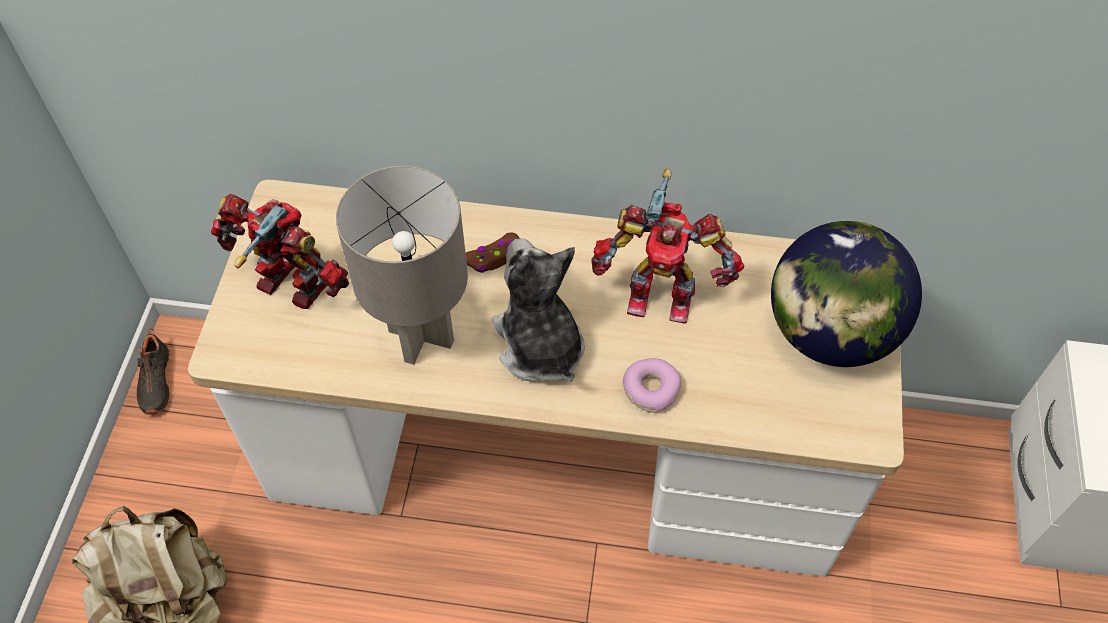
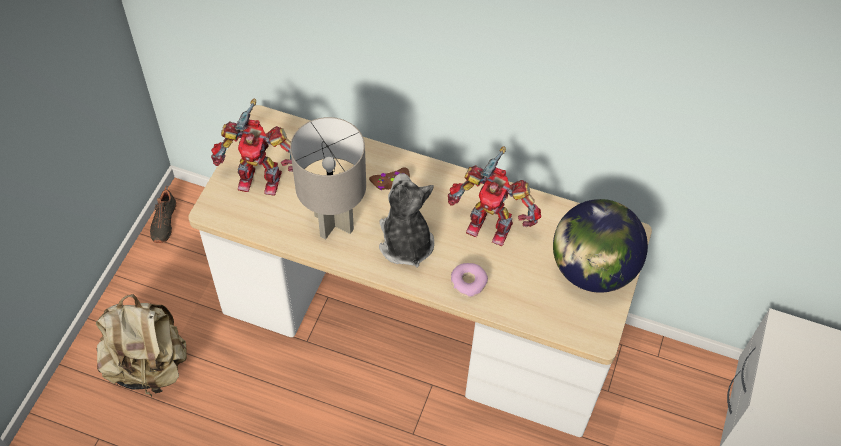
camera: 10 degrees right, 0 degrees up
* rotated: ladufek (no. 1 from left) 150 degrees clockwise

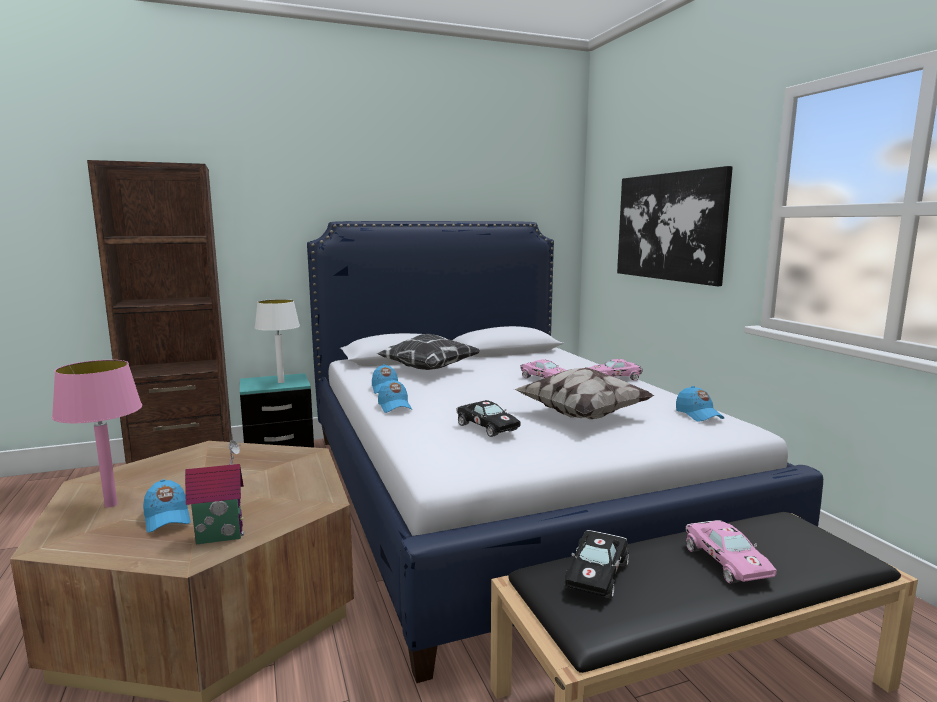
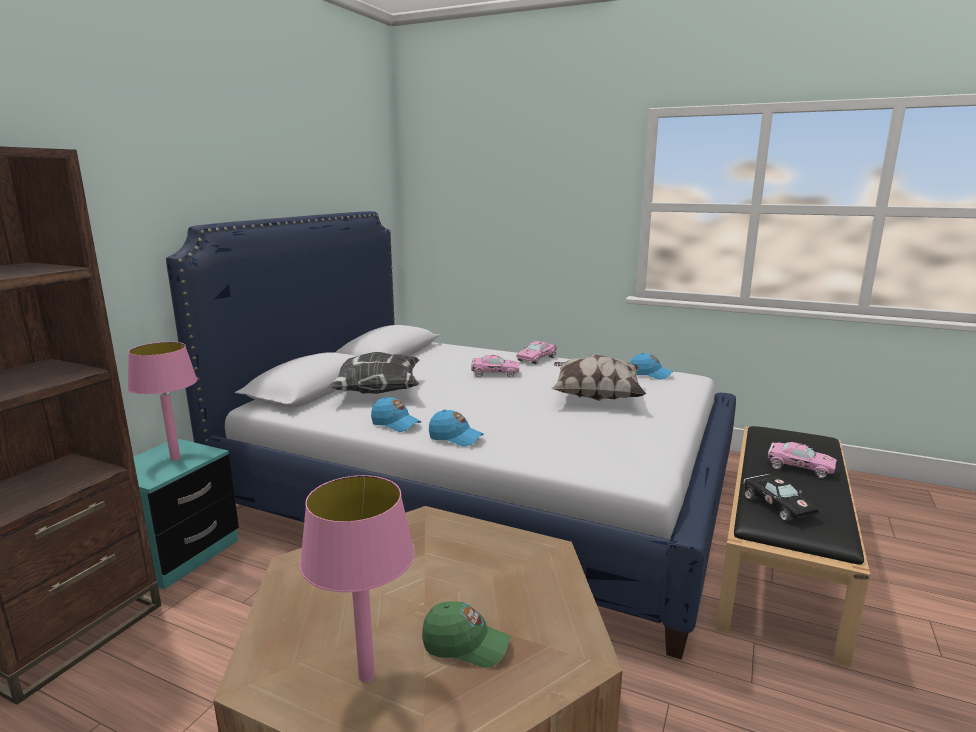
camera: 45 degrees left, 5 degrees up
* gone: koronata
* repainted: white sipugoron to pink sipugoron (no. 1 from left)
* gone: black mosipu (no. 1 from left)
* gone: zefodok
* repainted: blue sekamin (no. 1 from left) to green sekamin

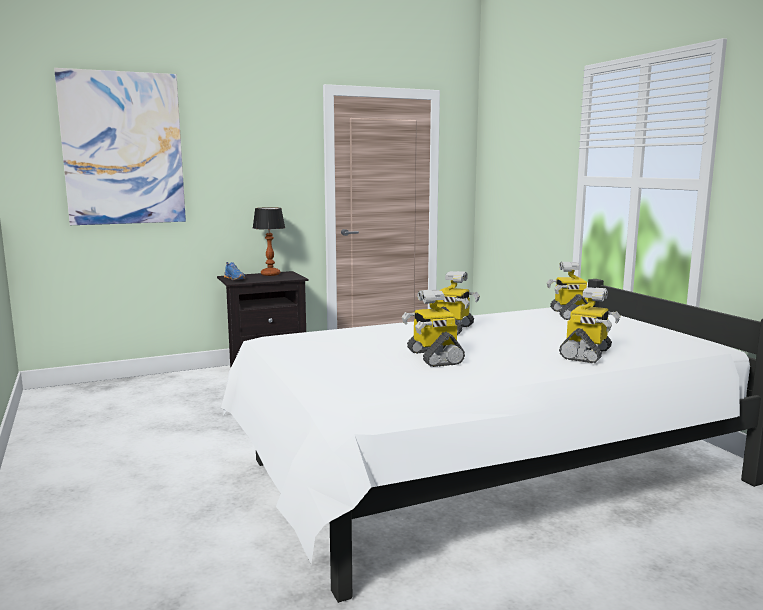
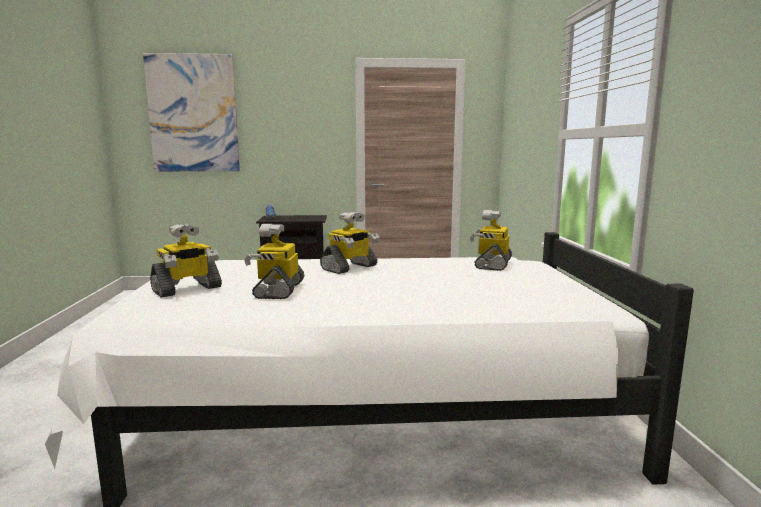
camera: 20 degrees right, 0 degrees up
* gone: sipugoron
* shifted: ladufek (no. 4 from left in the first image) to ladufek (no. 1 from left)

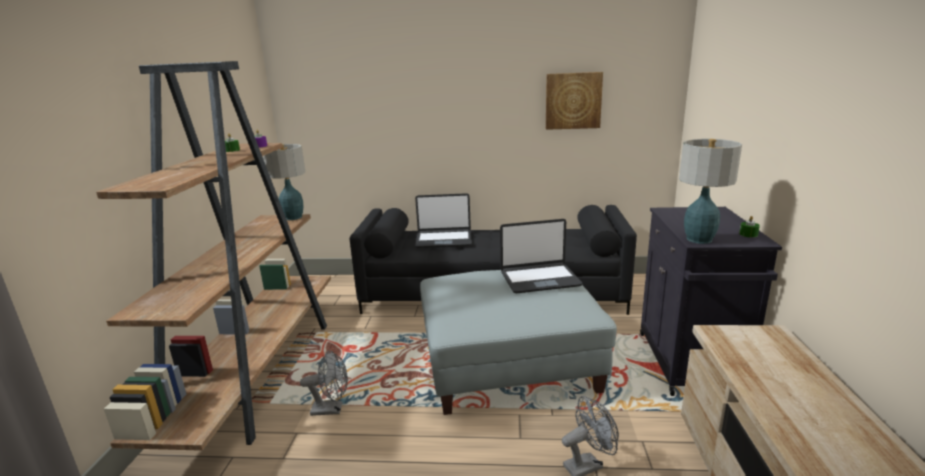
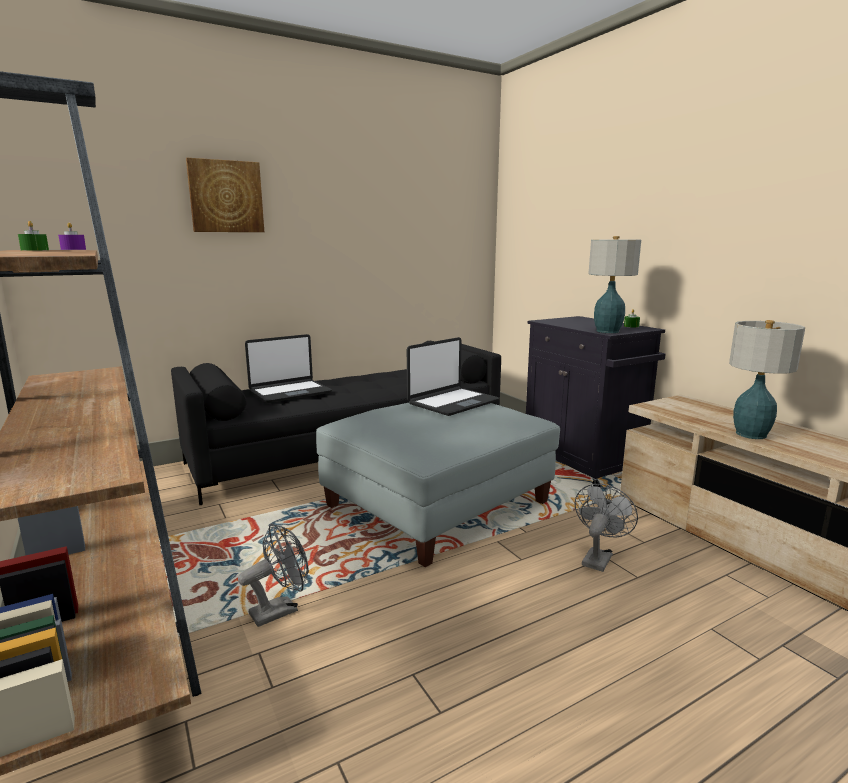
camera: 35 degrees left, 5 degrees down
* shifted: koronata
* shifted: sipugoron (no. 1 from left in the first image) to sipugoron (no. 2 from left)

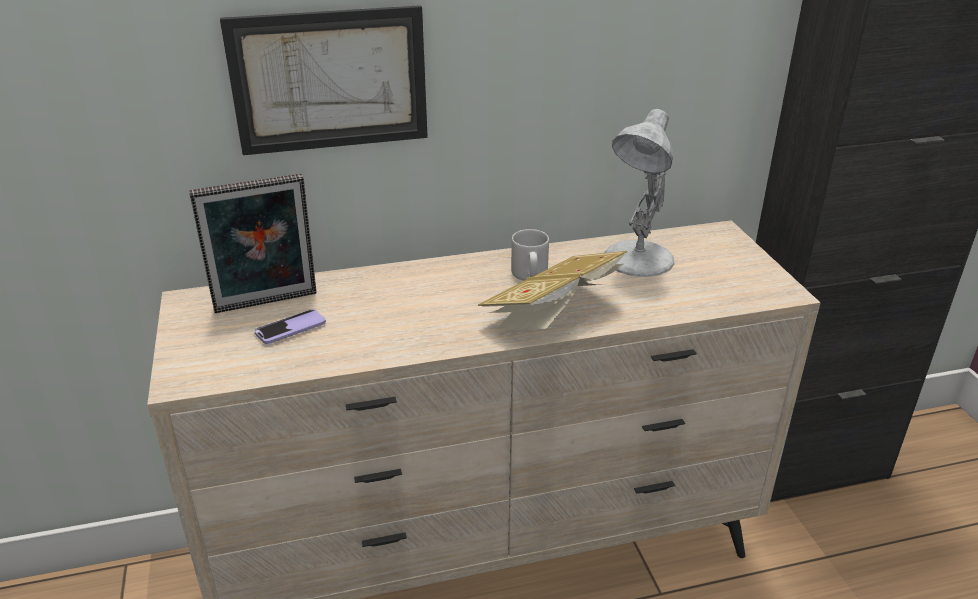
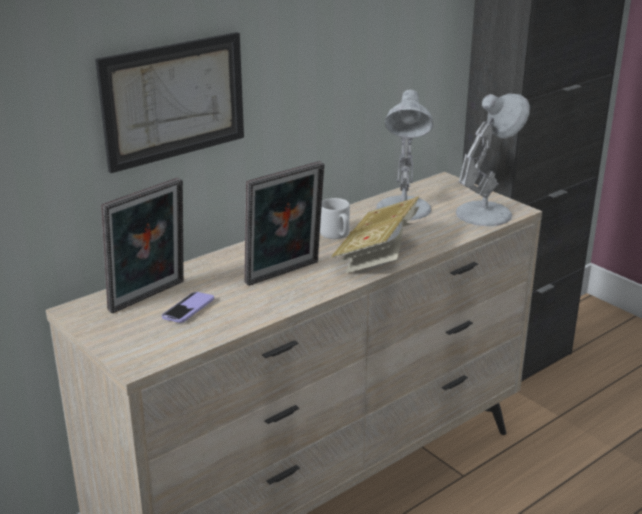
camera: 25 degrees left, 5 degrees down
* new: white sipugoron (no. 2 from left)
* new: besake (no. 2 from left)

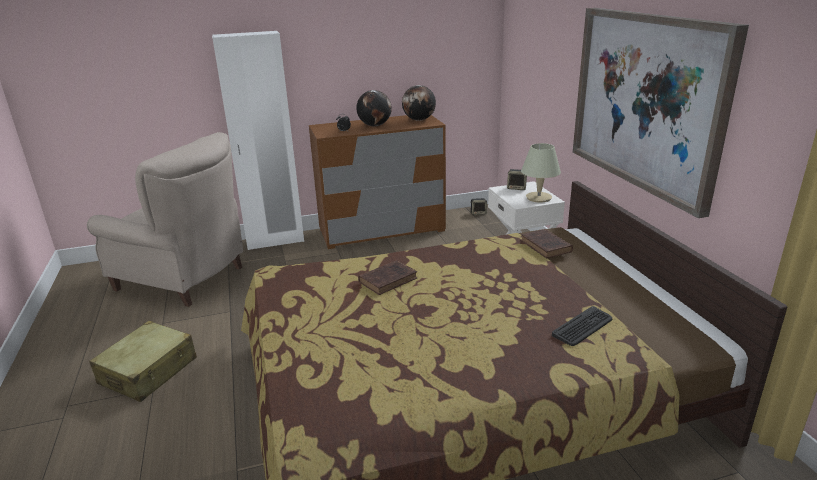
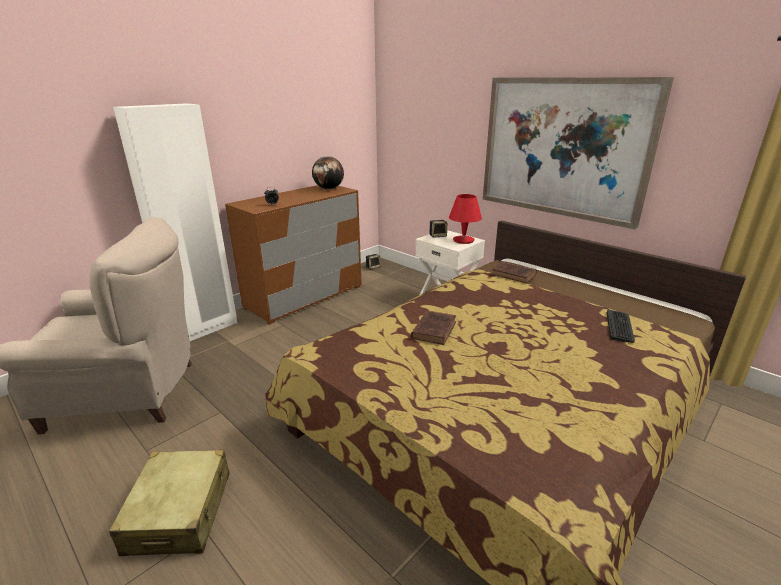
camera: 30 degrees left, 0 degrees up
* gone: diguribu (no. 1 from left)
* repainted: beige sipugoron to red sipugoron

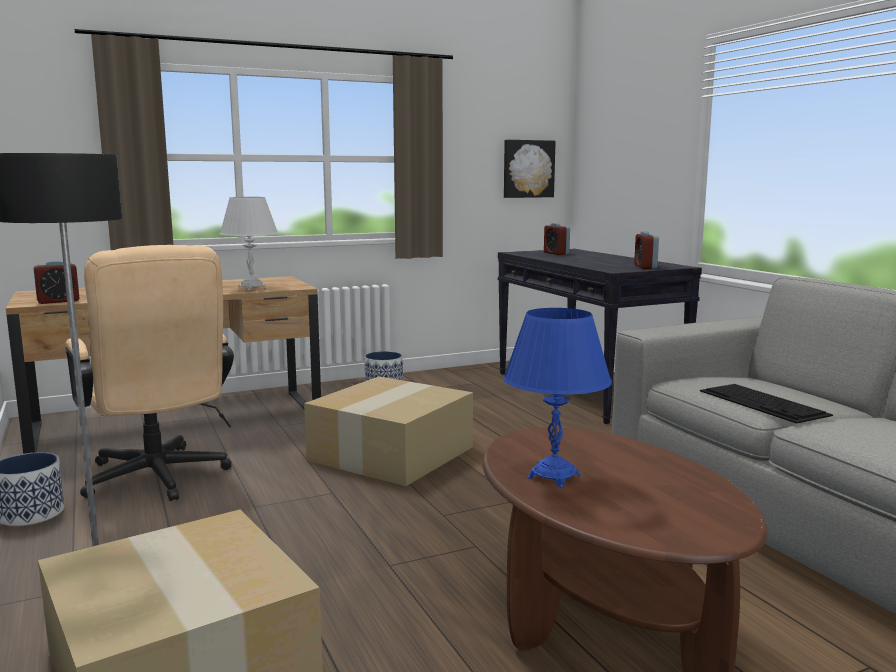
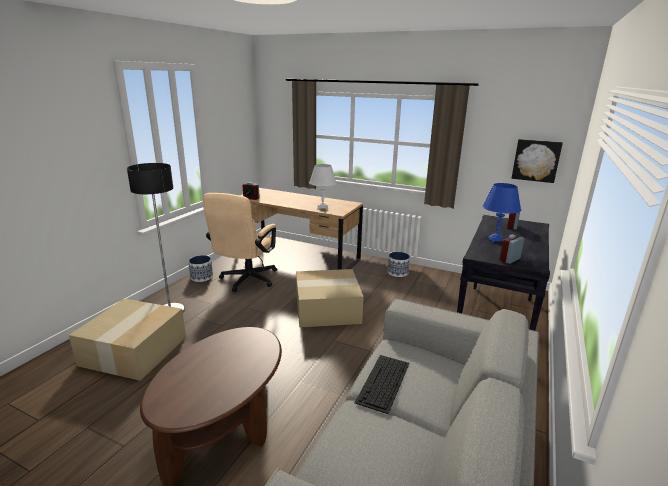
camera: 50 degrees right, 10 degrees up
* shifted: blue sipugoron

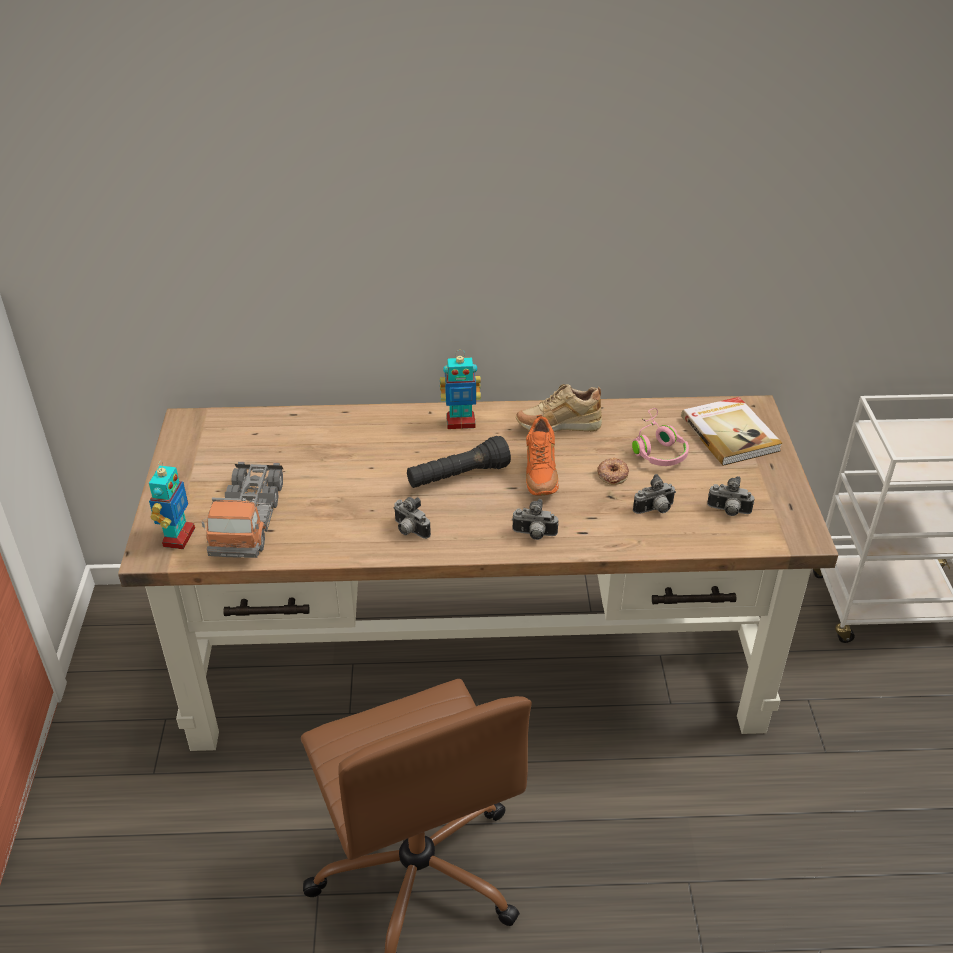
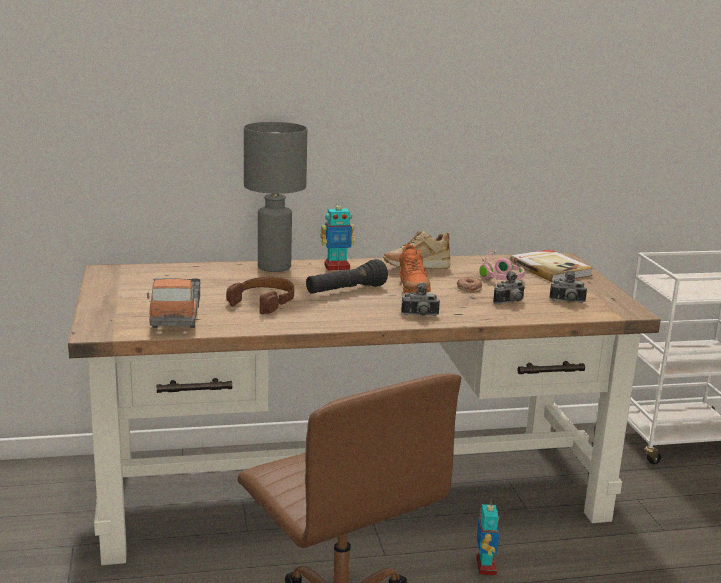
camera: 10 degrees left, 20 degrees down
* shifted: ladufek (no. 1 from left in the first image) to ladufek (no. 2 from left)
* gone: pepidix (no. 1 from left)
* new: grey sipugoron
* new: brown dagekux

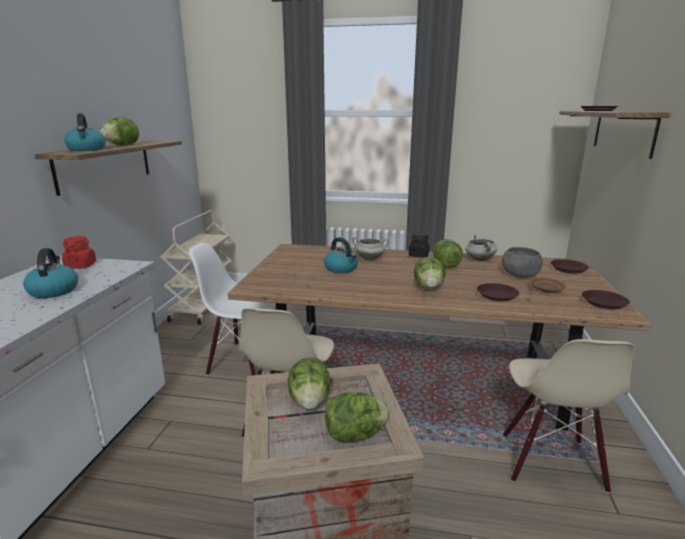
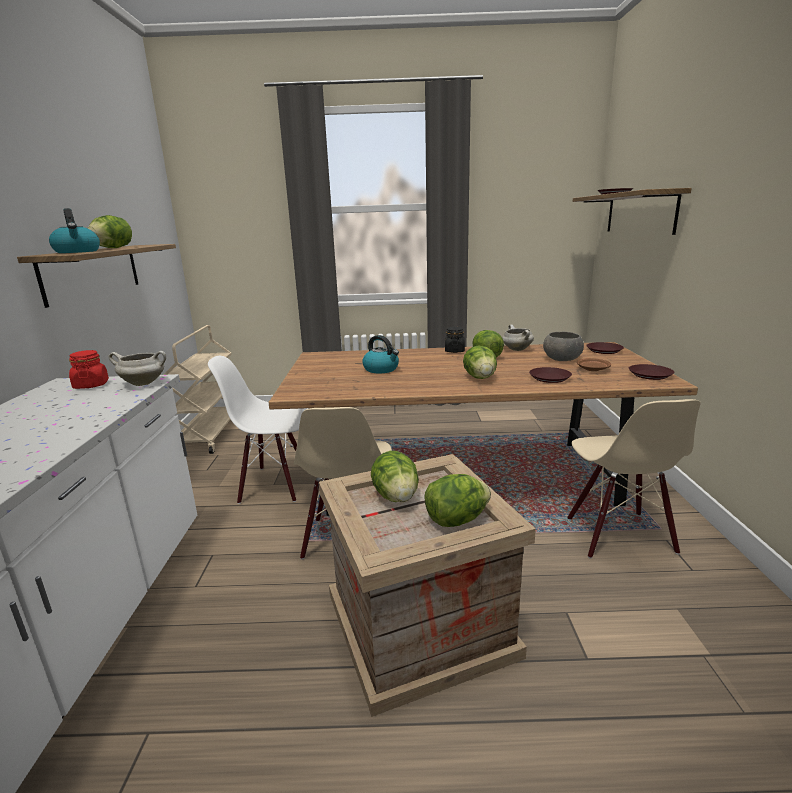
camera: 10 degrees left, 0 degrees up
* shifted: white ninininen (no. 1 from left)
* gone: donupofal (no. 1 from left)

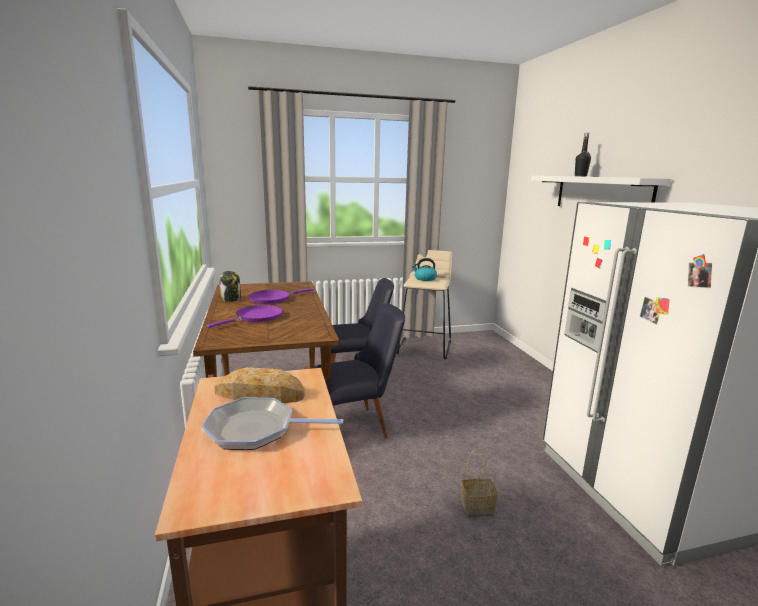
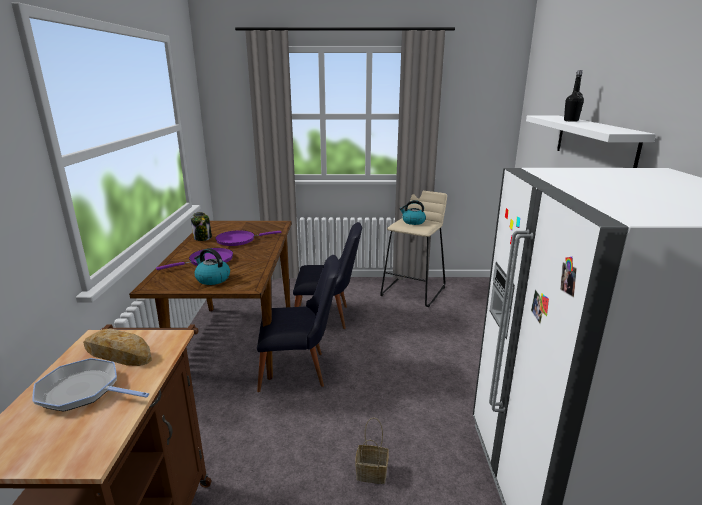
camera: 15 degrees right, 5 degrees up
* new: donupofal (no. 1 from left)

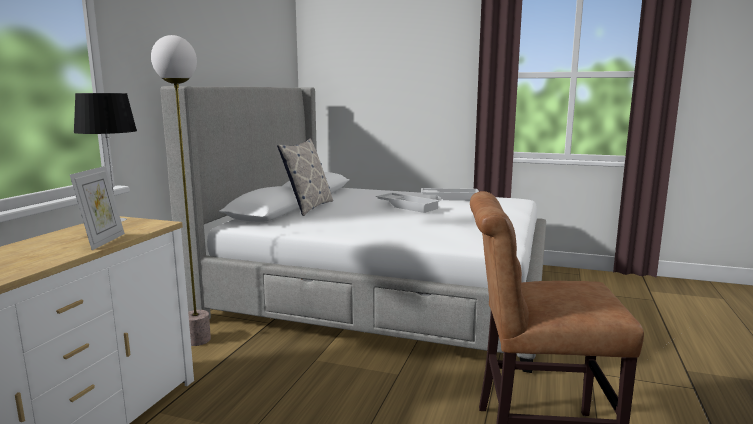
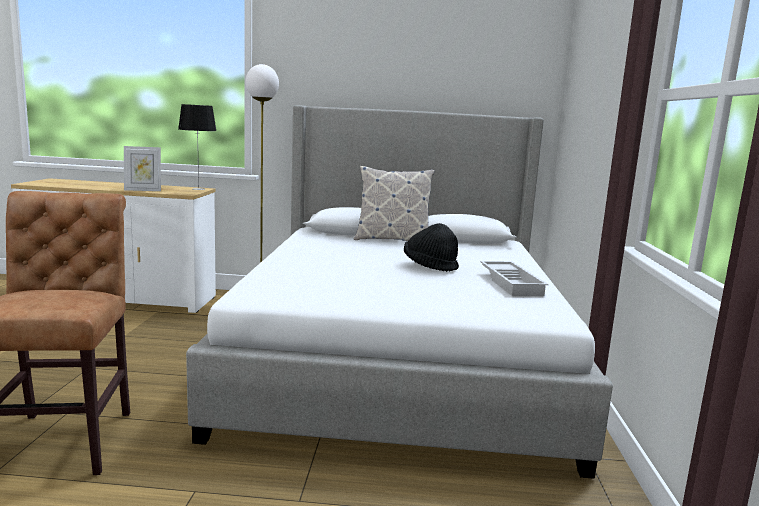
camera: 75 degrees right, 0 degrees up
* swapped: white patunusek (no. 1 from left) to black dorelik

